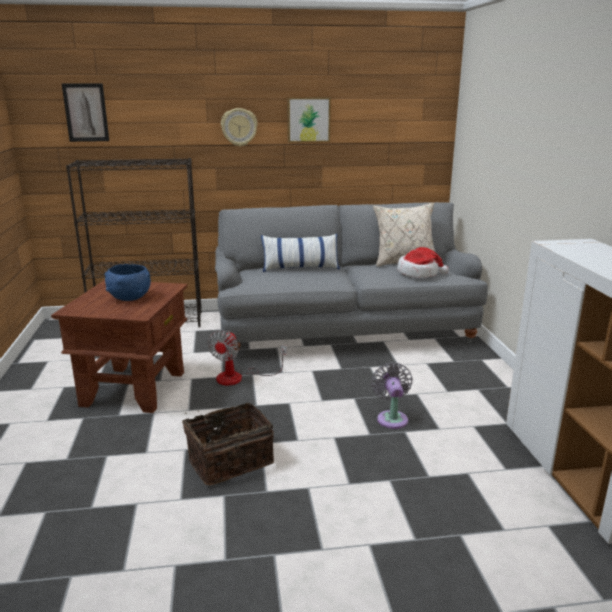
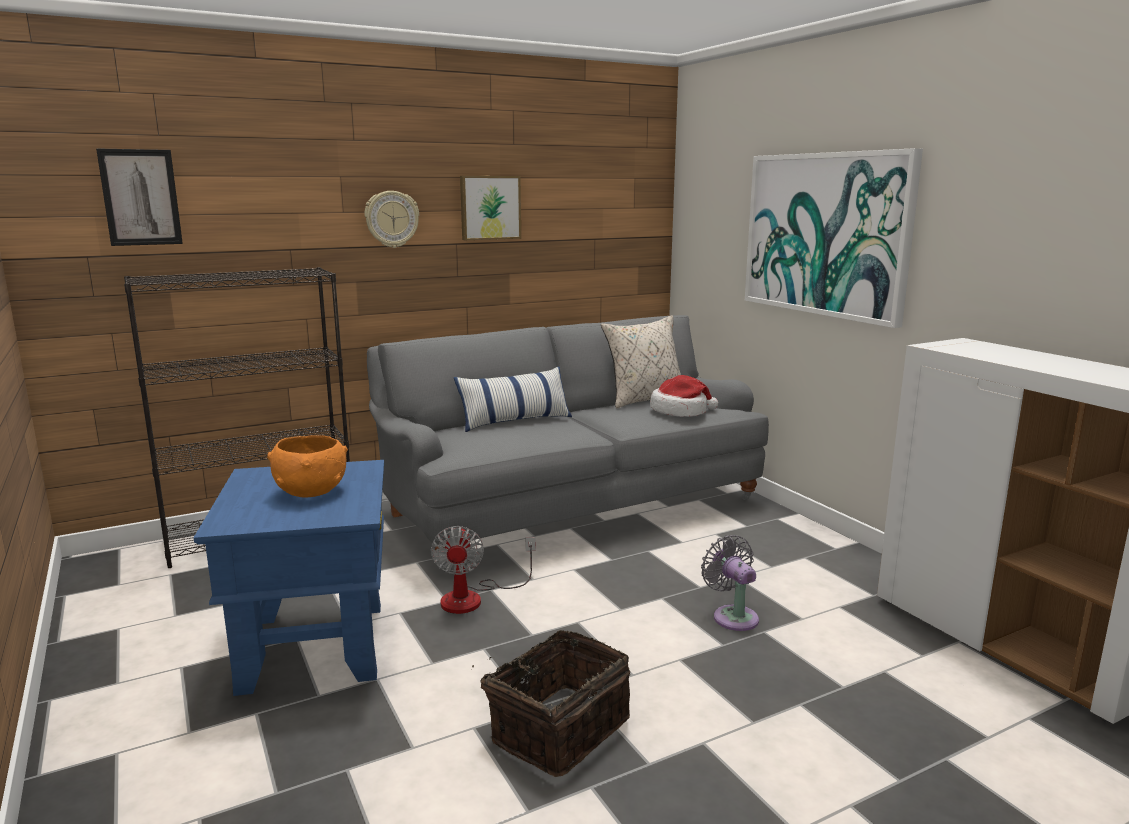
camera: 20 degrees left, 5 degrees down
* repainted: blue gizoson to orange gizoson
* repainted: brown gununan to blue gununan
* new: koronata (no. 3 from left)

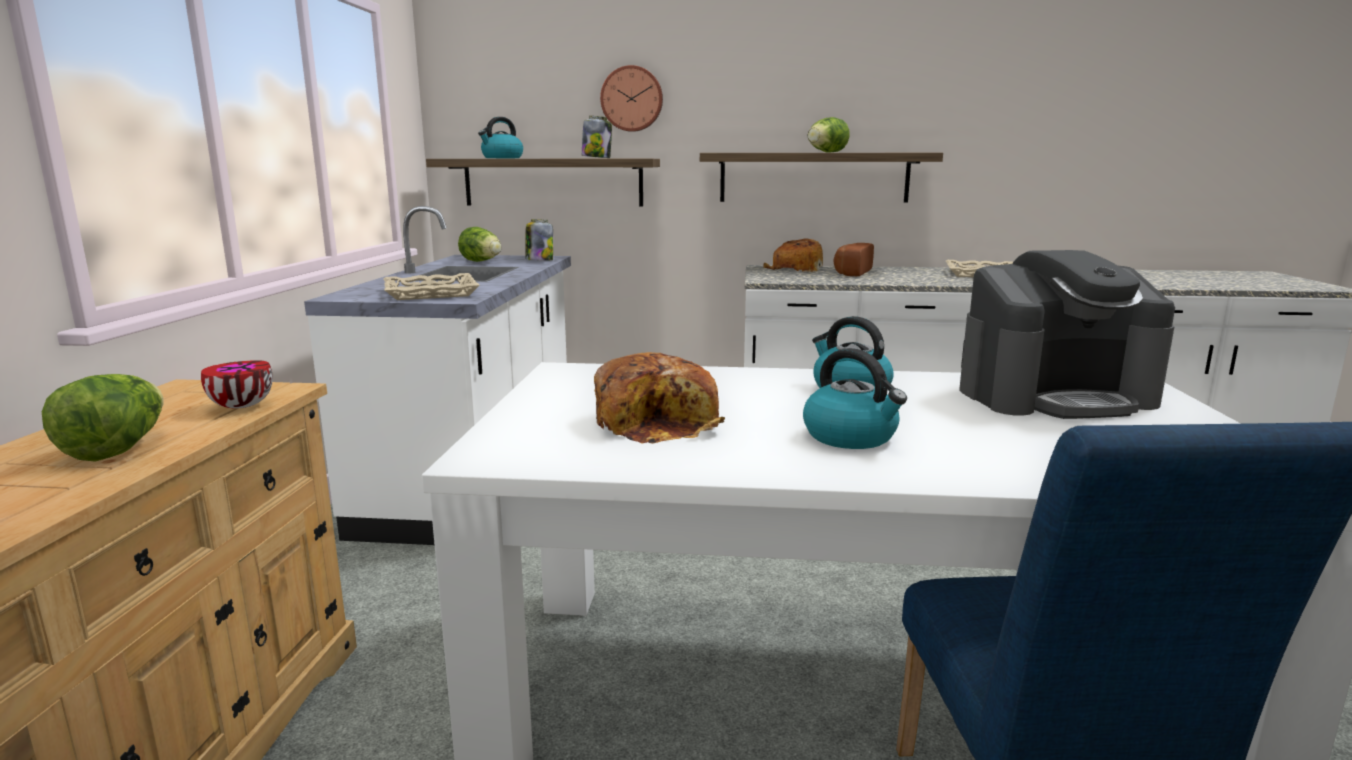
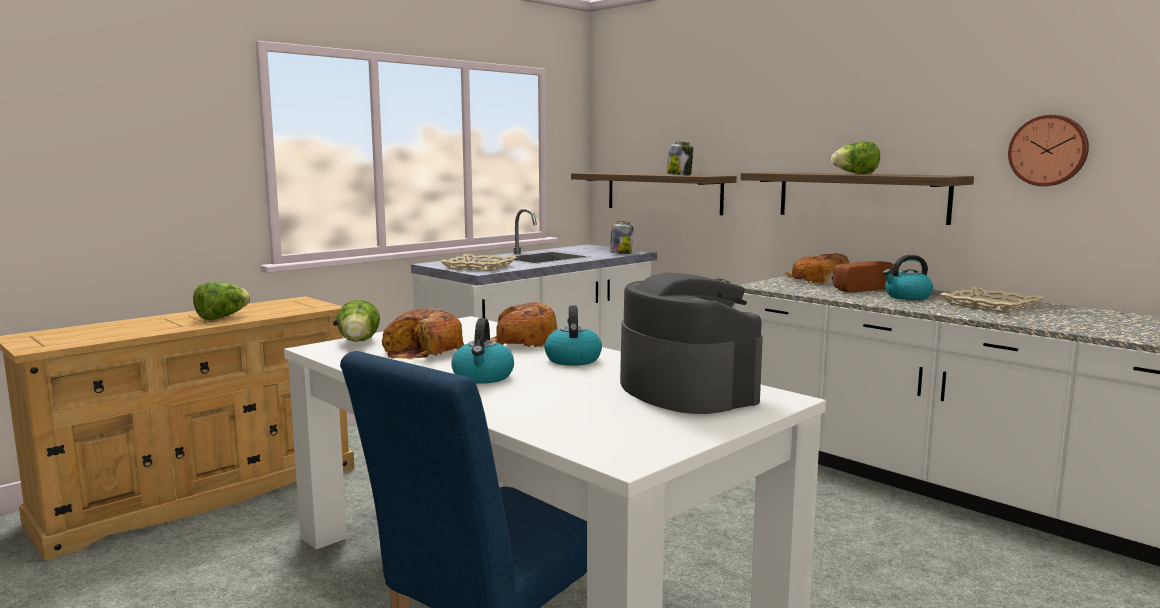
camera: 40 degrees right, 5 degrees down
* shifted: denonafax
* shifted: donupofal (no. 1 from left in the first image) to donupofal (no. 3 from left)
* shifted: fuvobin (no. 2 from left)
* rotated: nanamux 150 degrees counterclockwise
* gone: gizoson
* new: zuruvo (no. 2 from left)

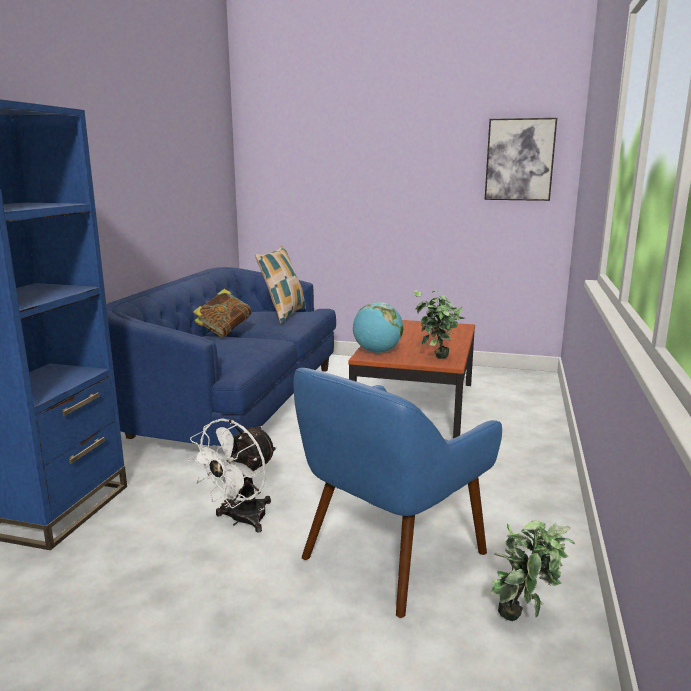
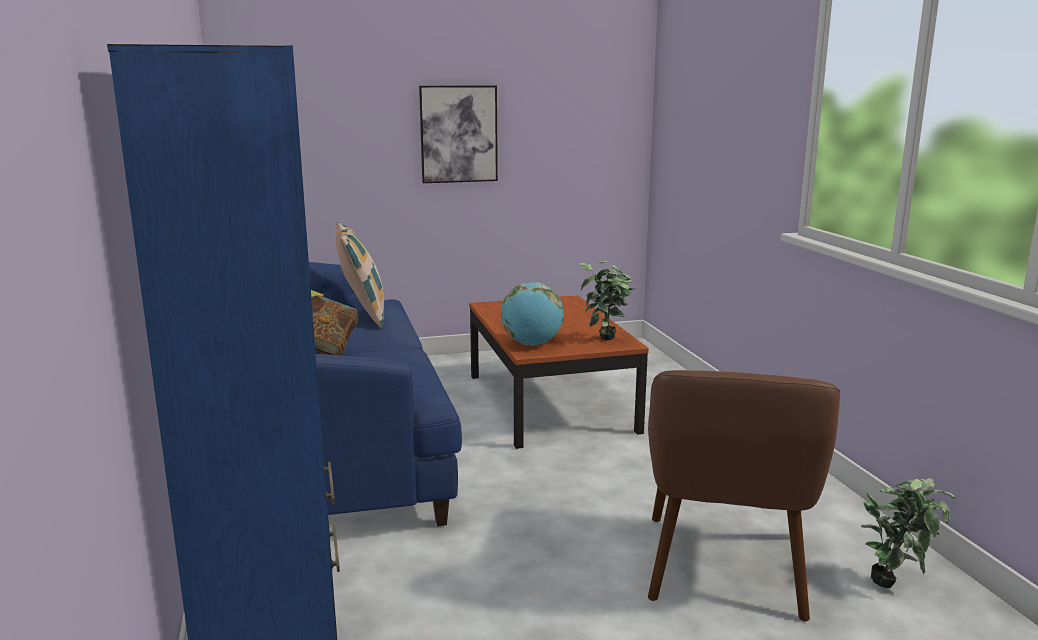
camera: 30 degrees left, 0 degrees up
* shifted: koronata
* repainted: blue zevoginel to brown zevoginel
* gone: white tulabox

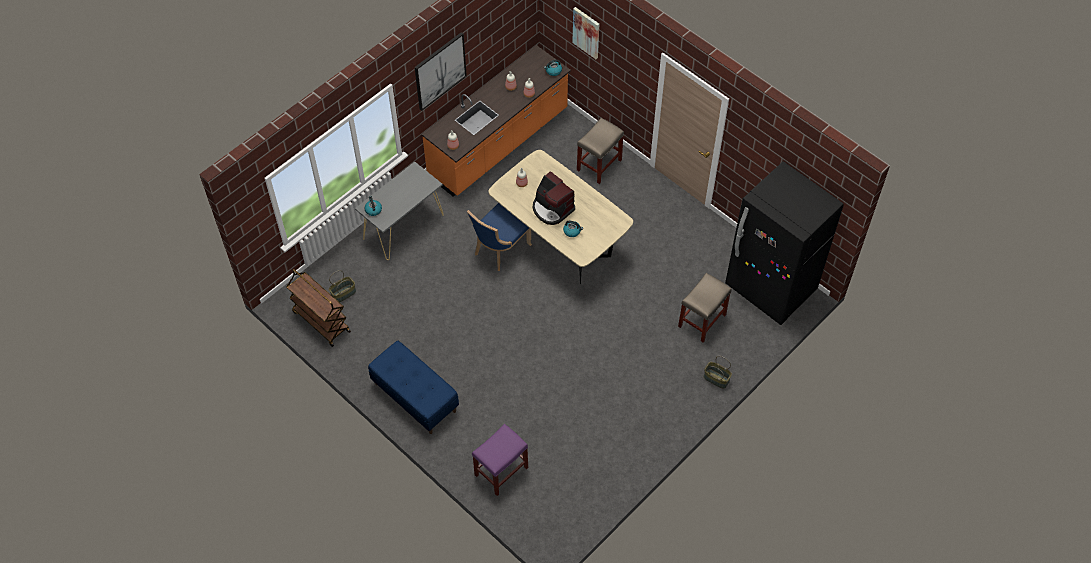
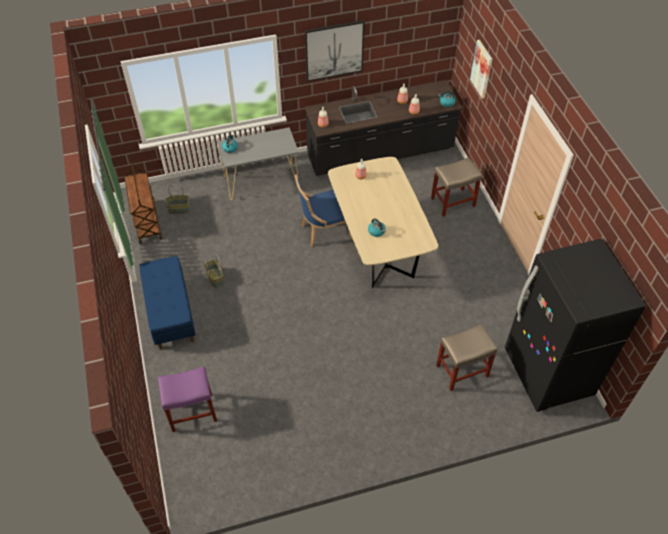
camera: 30 degrees right, 5 degrees down
* repainted: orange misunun to black misunun
* gone: nanamux
* shifted: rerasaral (no. 2 from left)

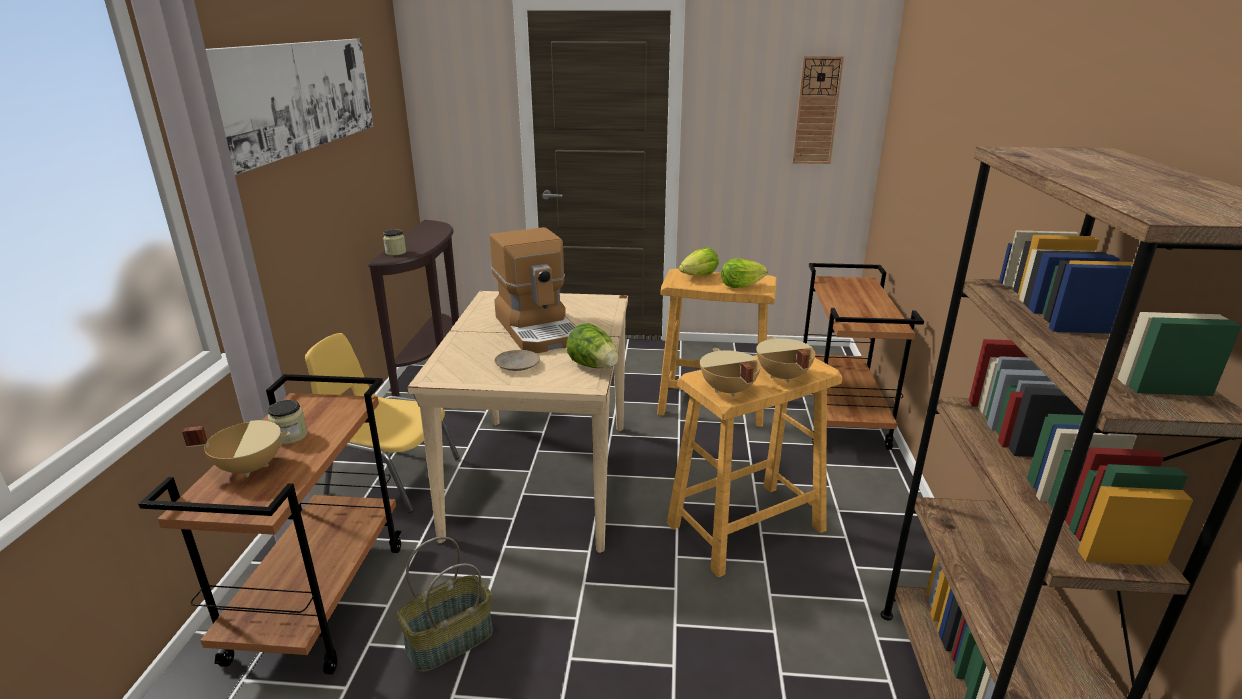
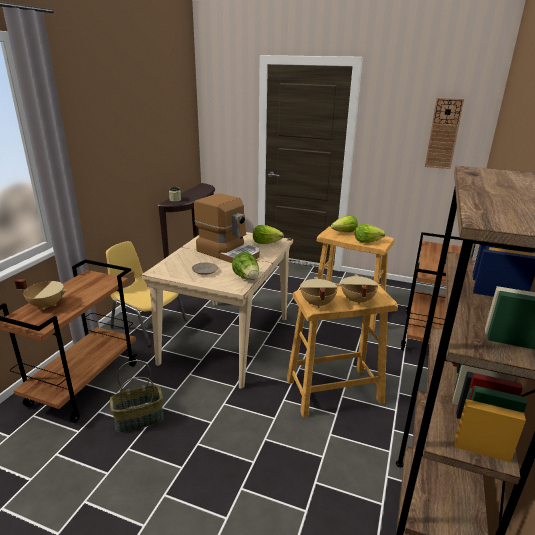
camera: 15 degrees right, 0 degrees up
* gone: koronata
* rotated: nanamux 45 degrees counterclockwise
* gone: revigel (no. 1 from left)
* new: fuvobin (no. 2 from left)

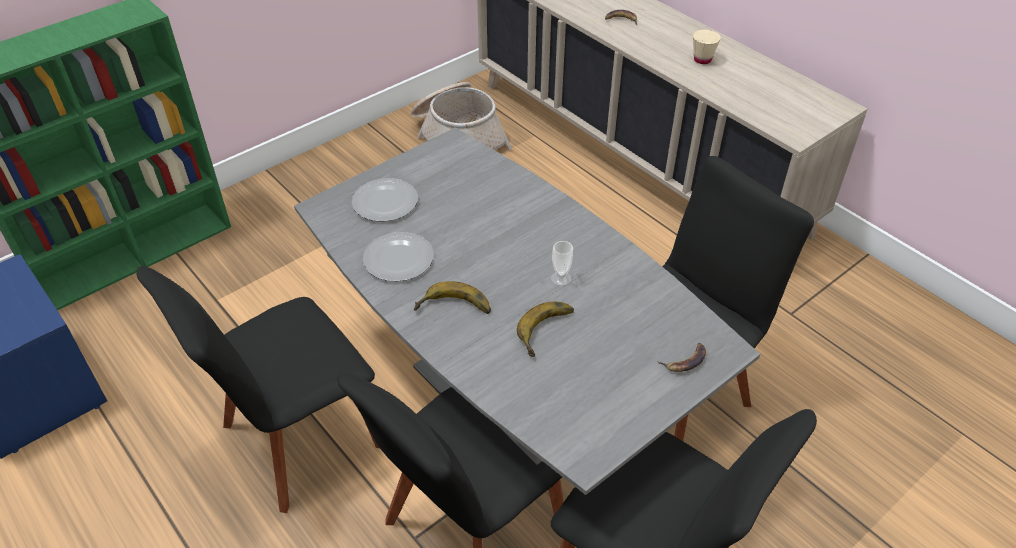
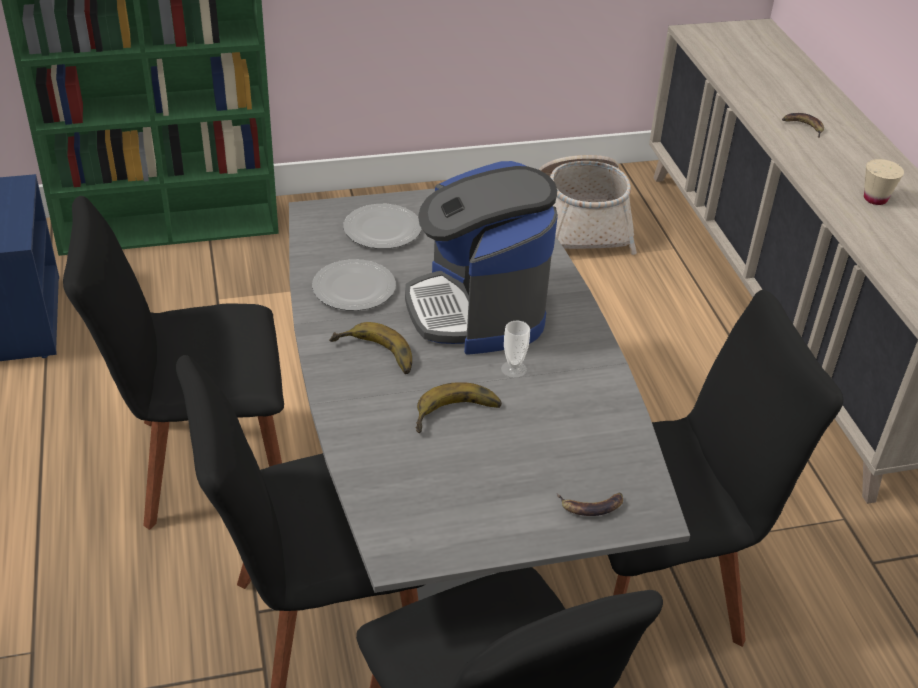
camera: 25 degrees right, 5 degrees down
* new: nanamux

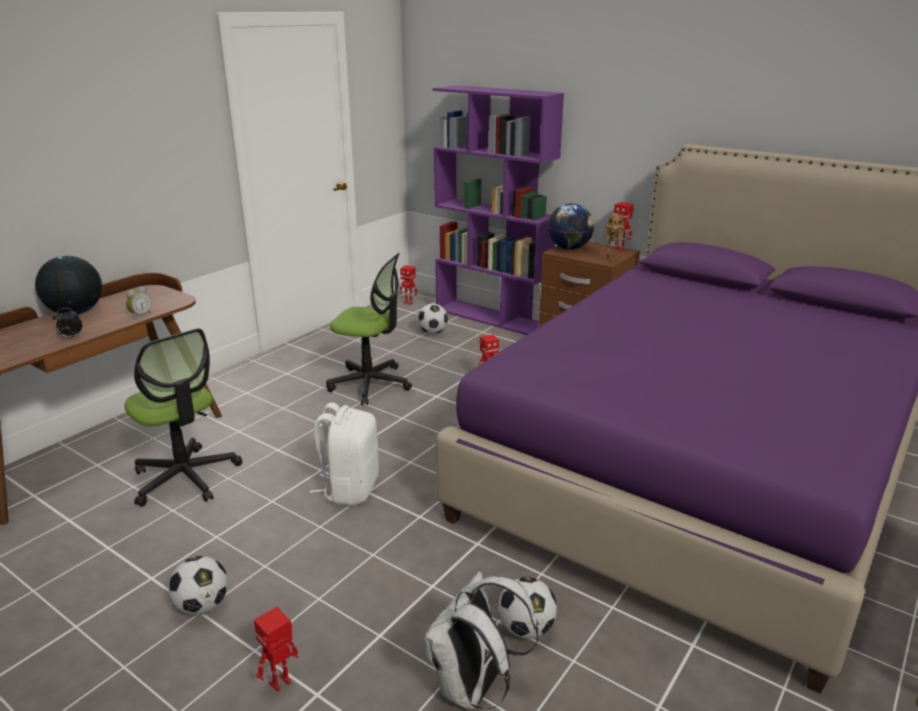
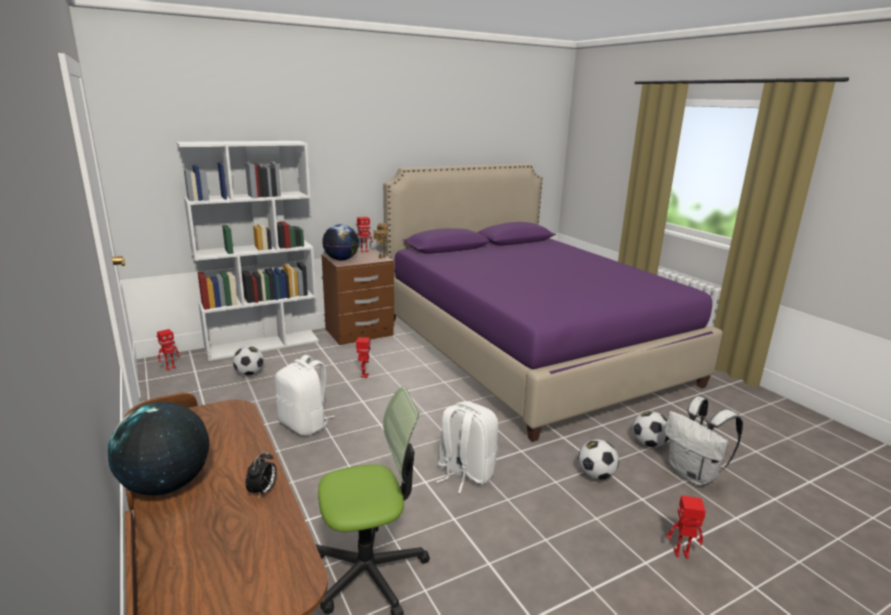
camera: 65 degrees left, 5 degrees down
* repainted: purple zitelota to white zitelota
* swapped: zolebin (no. 2 from left) to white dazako (no. 1 from left)
* gone: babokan (no. 2 from left)
* shifted: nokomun (no. 1 from left in the first image) to nokomun (no. 2 from left)
* rotated: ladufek (no. 1 from left in the first image) 120 degrees clockwise

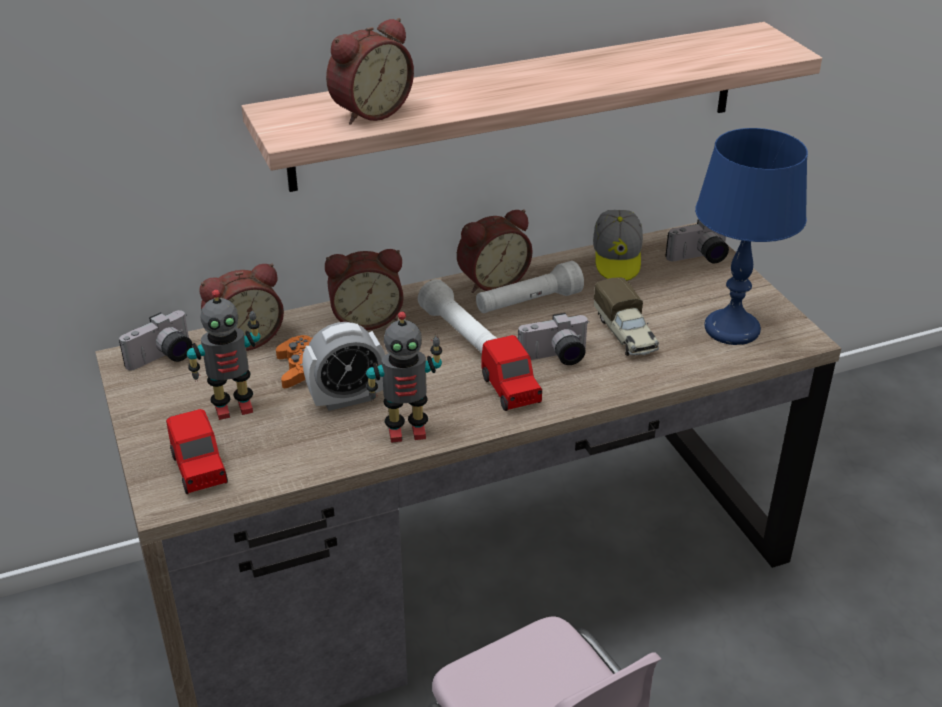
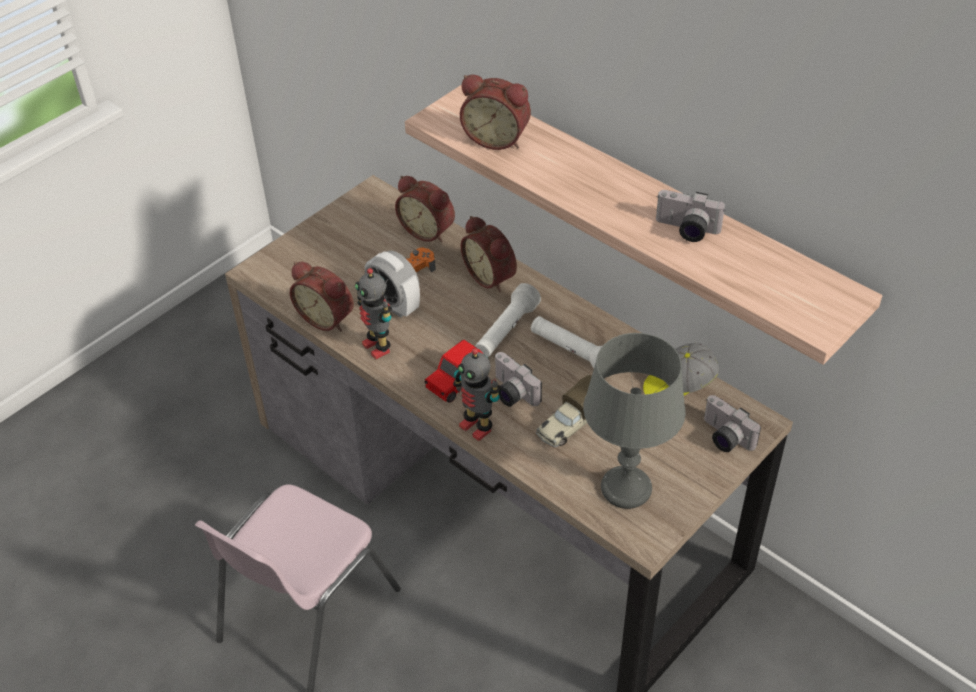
camera: 65 degrees right, 10 degrees up
* repainted: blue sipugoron to grey sipugoron
* shifted: babokan (no. 5 from left in the first image) to babokan (no. 1 from left)
* shifted: ladufek (no. 1 from left in the first image) to ladufek (no. 2 from left)
* shifted: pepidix (no. 1 from left in the first image) to pepidix (no. 2 from left)
* gone: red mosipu (no. 1 from left)

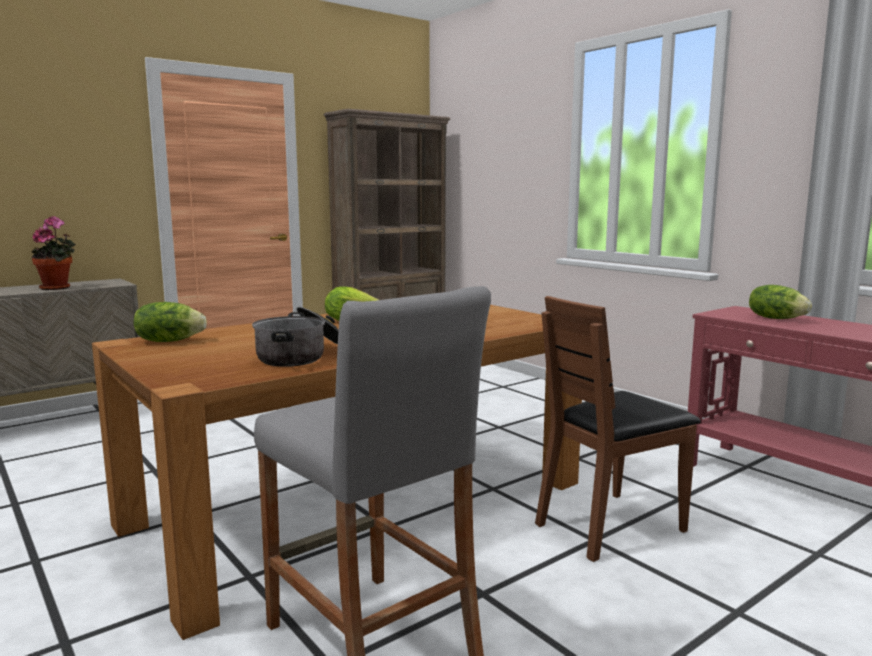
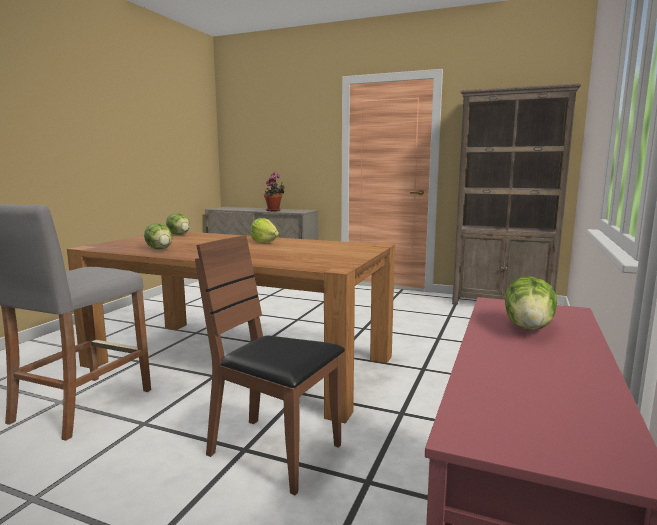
camera: 60 degrees right, 0 degrees up
* swapped: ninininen to fuvobin (no. 1 from left)

